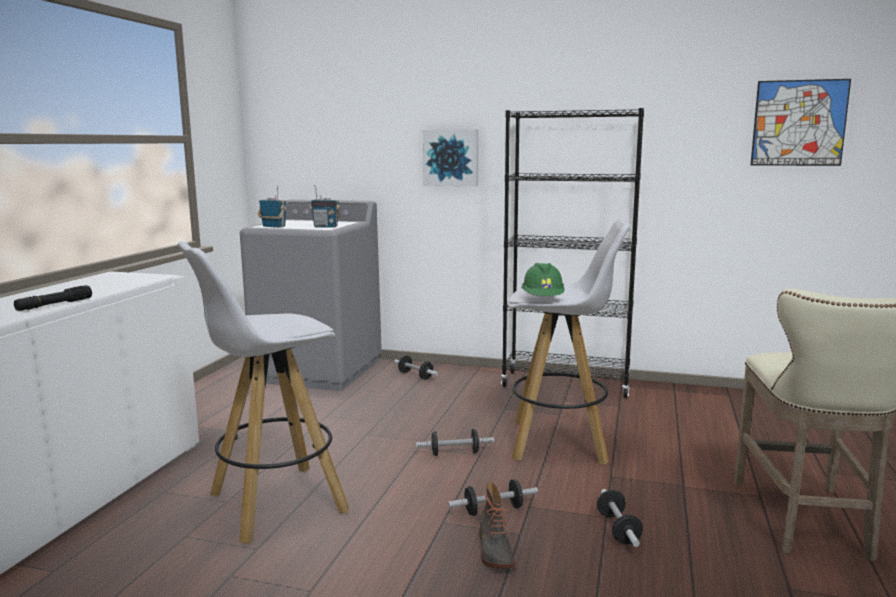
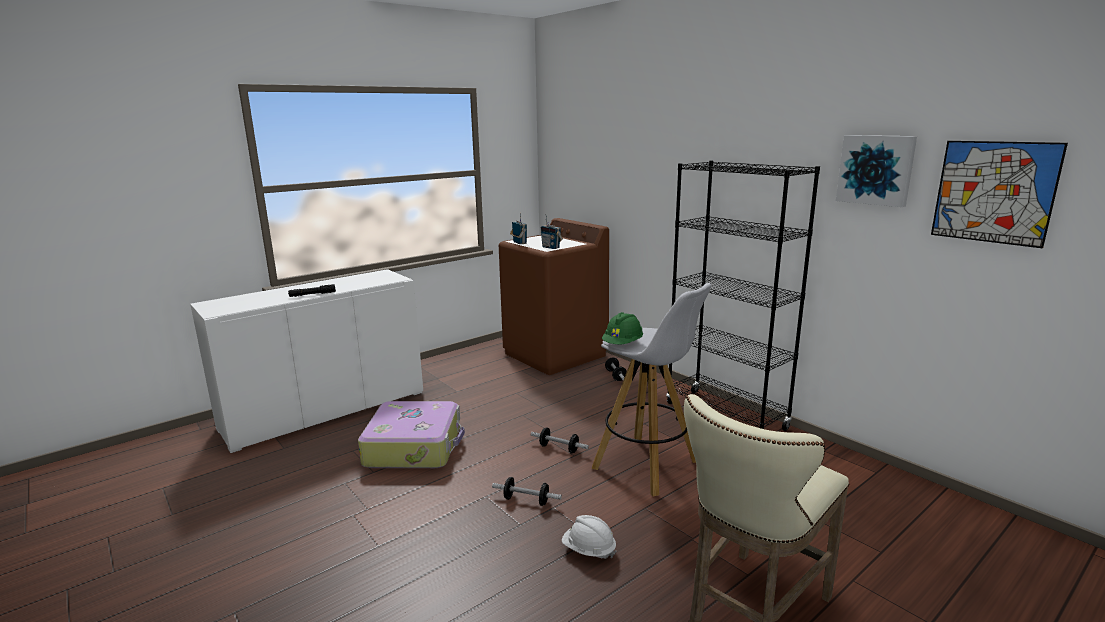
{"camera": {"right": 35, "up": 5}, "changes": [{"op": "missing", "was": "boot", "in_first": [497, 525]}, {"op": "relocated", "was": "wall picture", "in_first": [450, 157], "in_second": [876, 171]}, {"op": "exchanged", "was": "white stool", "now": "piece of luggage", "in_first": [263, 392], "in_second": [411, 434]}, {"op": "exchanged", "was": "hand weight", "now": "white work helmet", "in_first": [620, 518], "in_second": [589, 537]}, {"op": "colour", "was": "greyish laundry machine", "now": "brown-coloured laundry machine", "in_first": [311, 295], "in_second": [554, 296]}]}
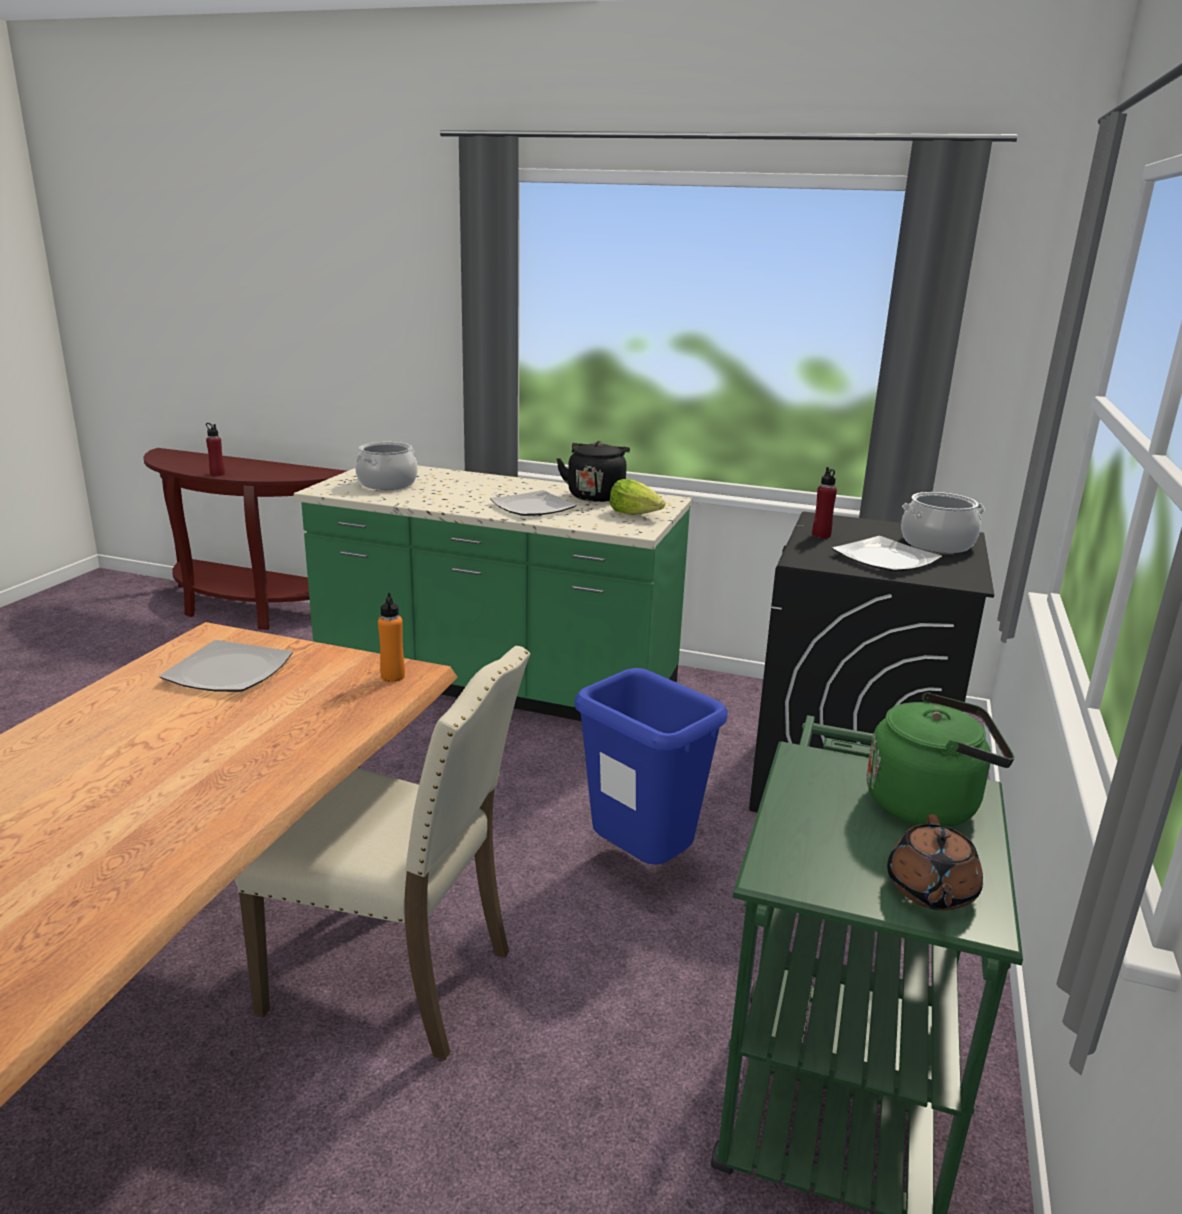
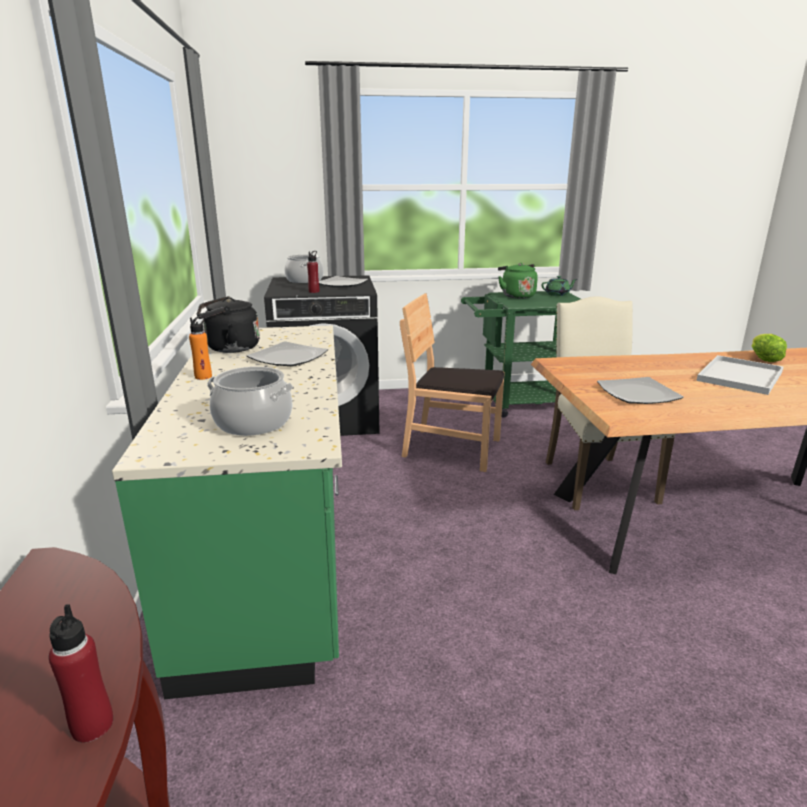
{"camera": {"right": -115, "up": 0}, "changes": [{"op": "appeared", "now": "white tray", "in_second": [740, 375]}, {"op": "relocated", "was": "orange-coloured beverage bottle", "in_first": [391, 637], "in_second": [200, 348]}, {"op": "relocated", "was": "lettuce head", "in_first": [637, 497], "in_second": [769, 348]}, {"op": "exchanged", "was": "blue rubbish bin", "now": "brown-coloured upright chair", "in_first": [651, 766], "in_second": [452, 382]}, {"op": "colour", "was": "brown-coloured teapot", "now": "green-coloured teapot", "in_first": [935, 862], "in_second": [559, 286]}]}
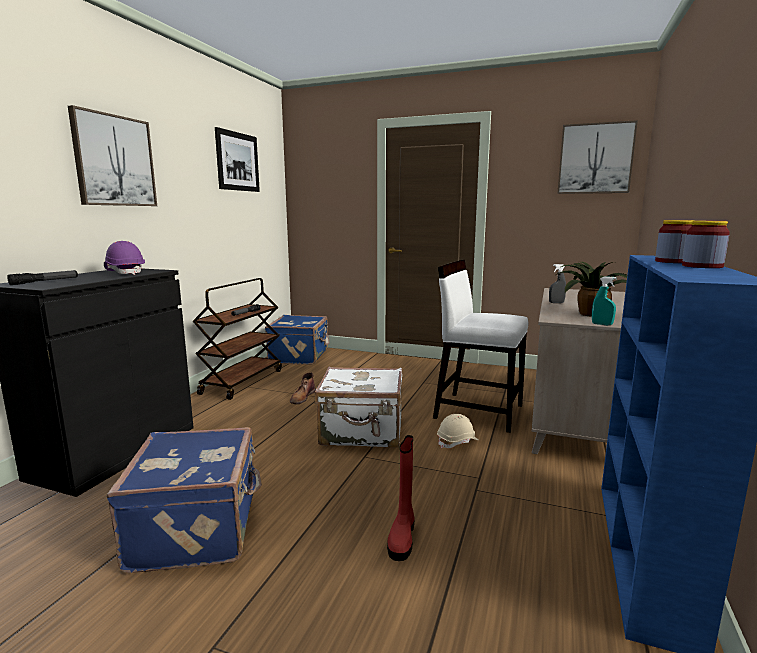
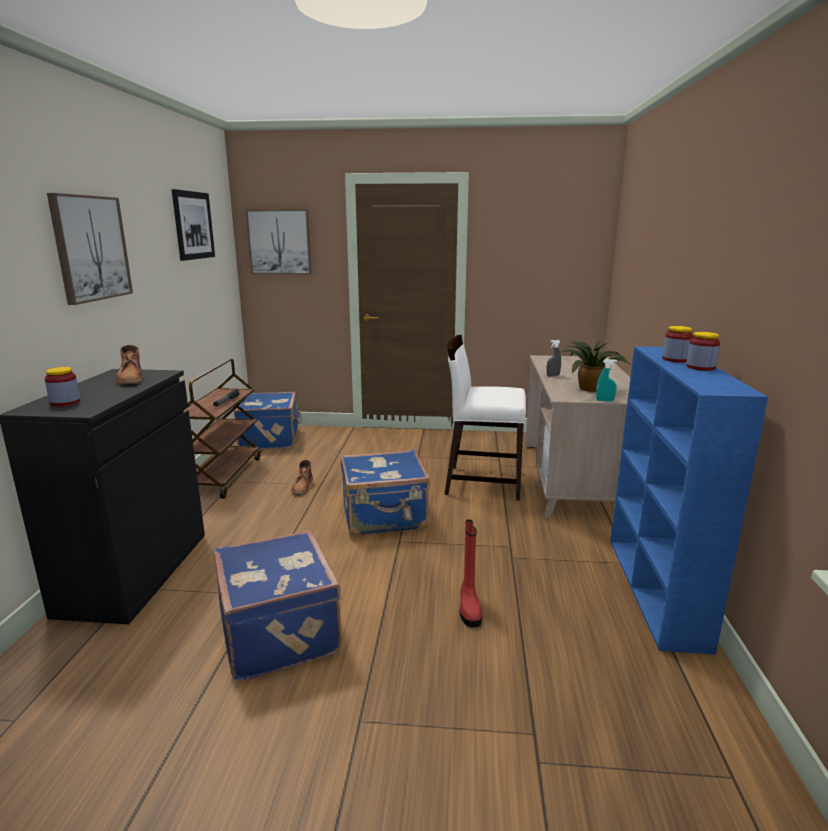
{"camera": {"right": -15, "up": 5}, "changes": [{"op": "missing", "was": "beige-coloured work helmet", "in_first": [457, 431]}, {"op": "relocated", "was": "wall picture", "in_first": [597, 157], "in_second": [279, 242]}, {"op": "exchanged", "was": "flashlight", "now": "preserve jar", "in_first": [42, 277], "in_second": [63, 387]}, {"op": "exchanged", "was": "purple work helmet", "now": "brown-coloured boot", "in_first": [124, 258], "in_second": [129, 365]}, {"op": "colour", "was": "white piece of luggage", "now": "blue piece of luggage", "in_first": [358, 407], "in_second": [385, 492]}]}
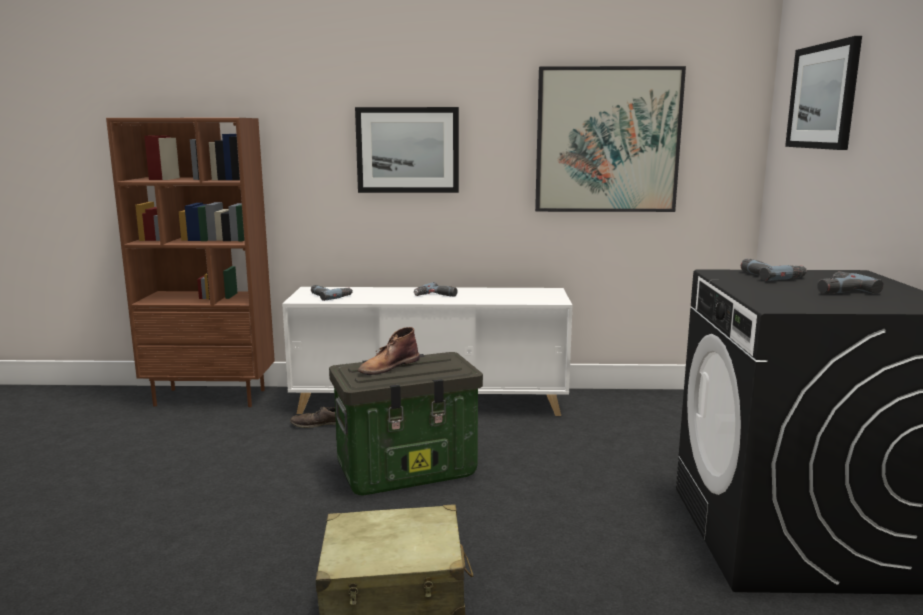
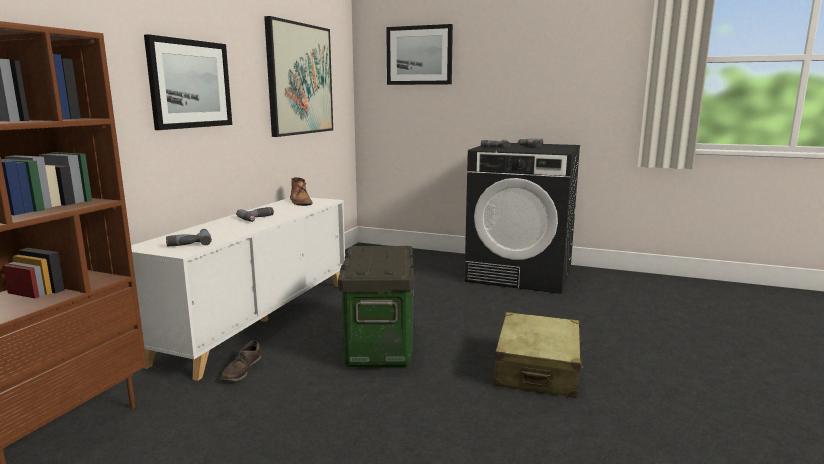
{"camera": {"right": -70, "up": 0}, "changes": [{"op": "relocated", "was": "brown-coloured boot", "in_first": [389, 351], "in_second": [301, 191]}]}
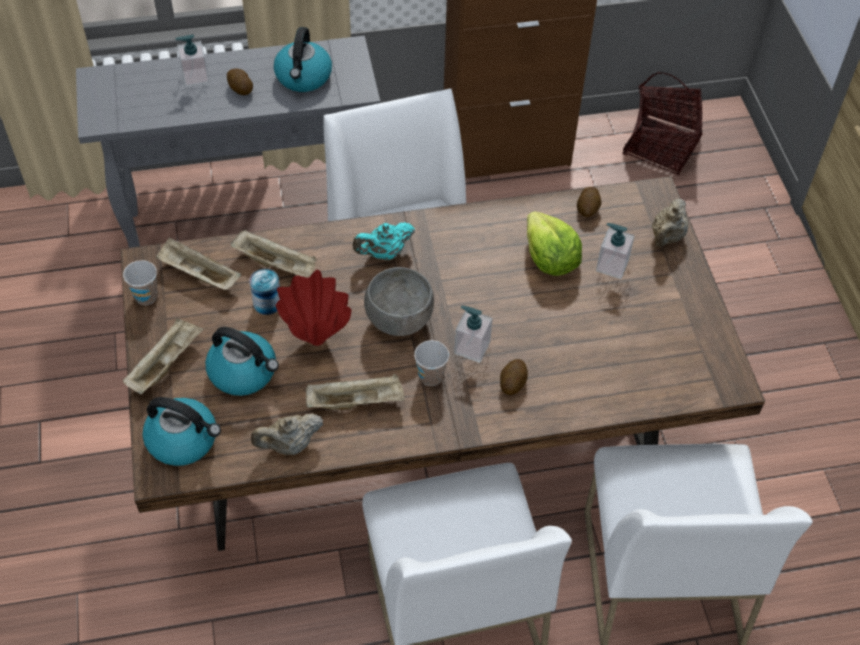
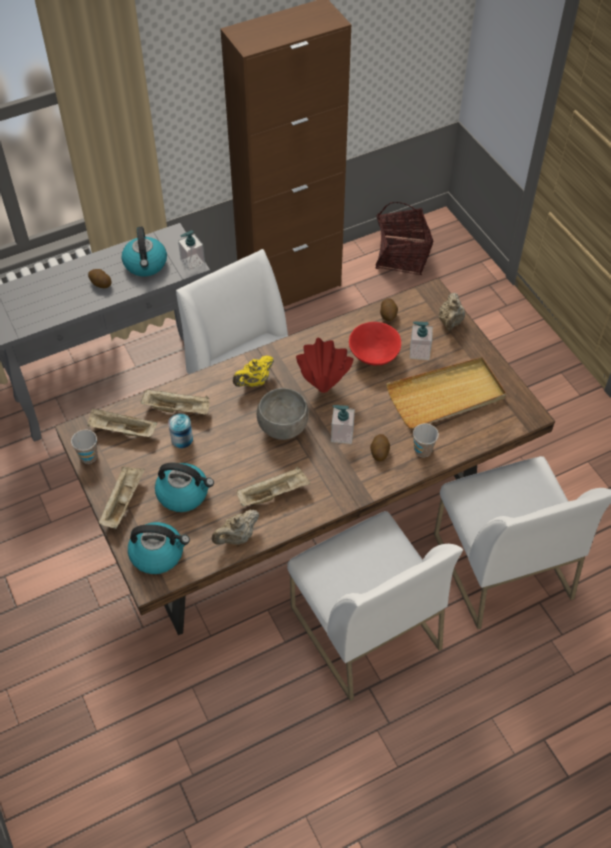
{"camera": {"right": -15, "up": 0}, "changes": [{"op": "appeared", "now": "beige-coloured tray", "in_second": [446, 393]}, {"op": "relocated", "was": "soap dispenser", "in_first": [192, 60], "in_second": [191, 250]}, {"op": "relocated", "was": "reddish decorative vase", "in_first": [314, 308], "in_second": [325, 365]}, {"op": "relocated", "was": "small cup", "in_first": [431, 363], "in_second": [426, 440]}, {"op": "exchanged", "was": "lettuce head", "now": "reddish deep dish", "in_first": [554, 243], "in_second": [375, 343]}, {"op": "colour", "was": "turquoise-coloured teapot", "now": "yellow teapot", "in_first": [384, 241], "in_second": [253, 371]}]}
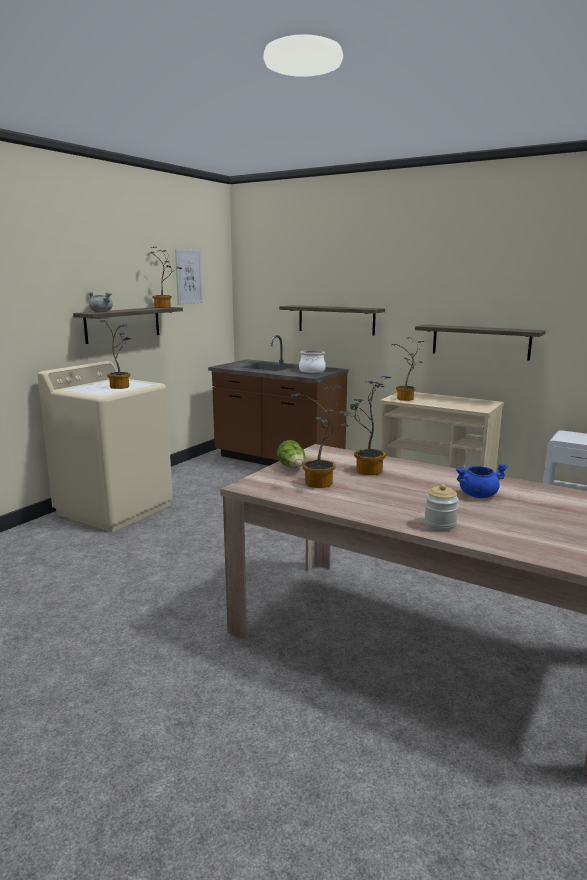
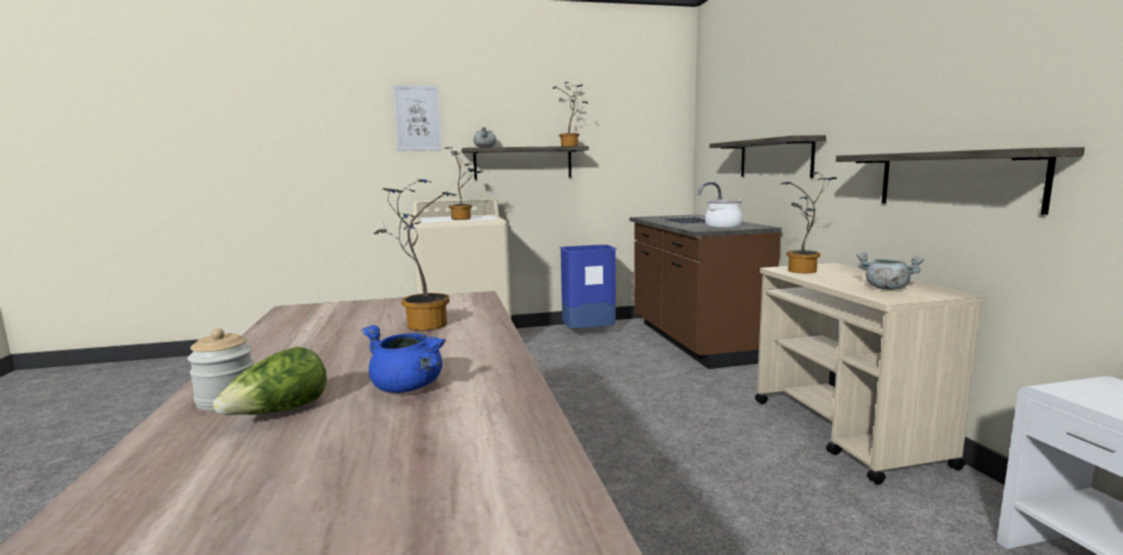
{"camera": {"right": 45, "up": -5}, "changes": [{"op": "missing", "was": "plant in a pot", "in_first": [319, 434]}, {"op": "appeared", "now": "blue rubbish bin", "in_second": [588, 286]}, {"op": "appeared", "now": "greyish stockpot", "in_second": [890, 271]}, {"op": "relocated", "was": "wall picture", "in_first": [189, 276], "in_second": [417, 118]}, {"op": "relocated", "was": "lettuce head", "in_first": [291, 454], "in_second": [270, 380]}]}
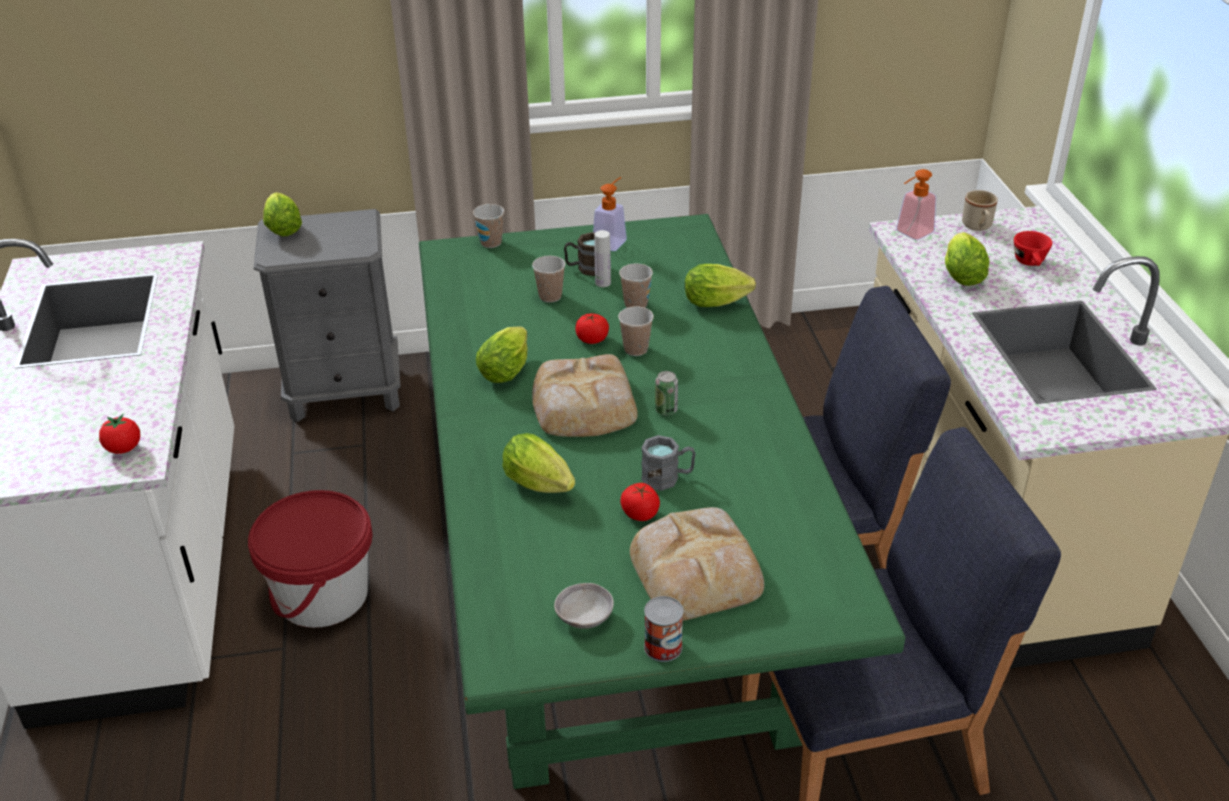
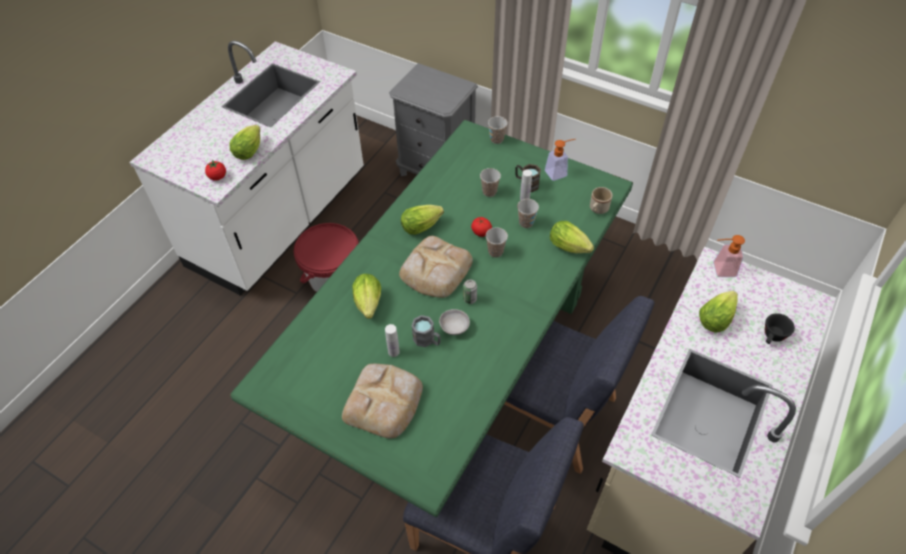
{"camera": {"right": 40, "up": 15}, "changes": [{"op": "missing", "was": "can", "in_first": [663, 629]}, {"op": "relocated", "was": "lettuce head", "in_first": [282, 214], "in_second": [245, 142]}, {"op": "relocated", "was": "greyish deep dish", "in_first": [584, 606], "in_second": [454, 322]}, {"op": "relocated", "was": "beige-coloured tea mug", "in_first": [980, 210], "in_second": [601, 200]}, {"op": "exchanged", "was": "whole tomato", "now": "white beverage bottle", "in_first": [640, 502], "in_second": [392, 340]}, {"op": "colour", "was": "reddish small cup", "now": "blackish small cup", "in_first": [1033, 248], "in_second": [780, 328]}]}
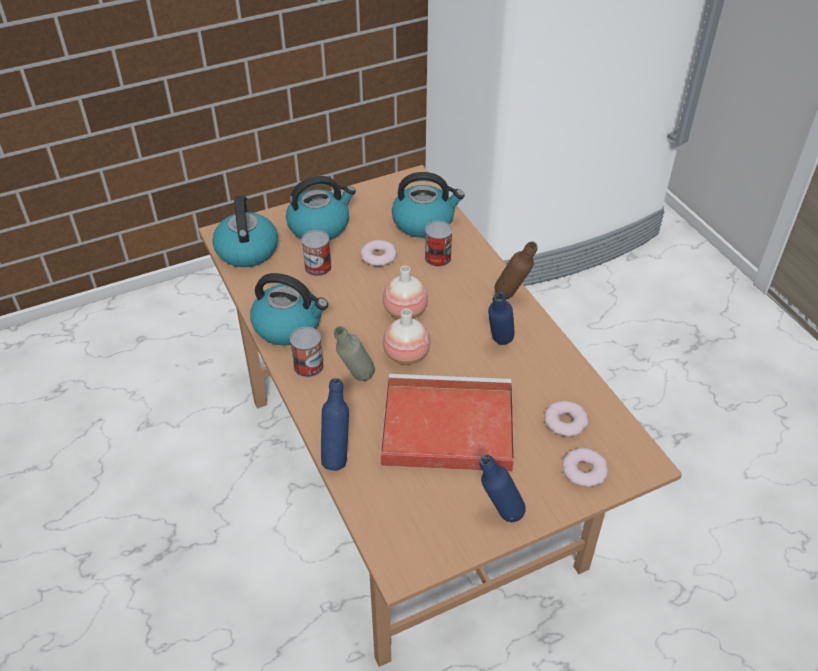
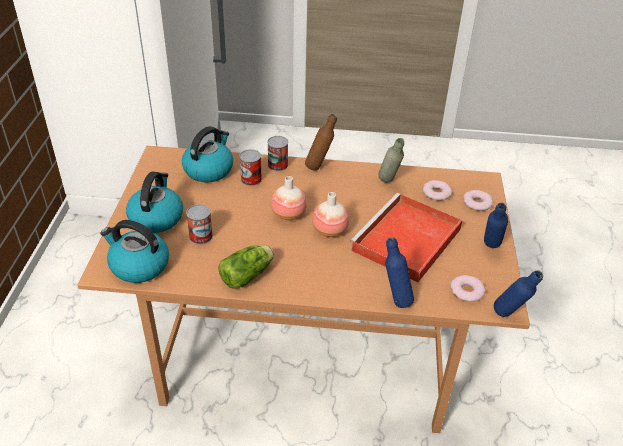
{"camera": {"right": -60, "up": -5}, "changes": [{"op": "relocated", "was": "can", "in_first": [307, 352], "in_second": [277, 153]}, {"op": "relocated", "was": "greyish beverage bottle", "in_first": [354, 353], "in_second": [391, 160]}, {"op": "relocated", "was": "donut", "in_first": [378, 253], "in_second": [468, 288]}, {"op": "relocated", "was": "blue beverage bottle", "in_first": [501, 318], "in_second": [518, 294]}, {"op": "exchanged", "was": "tea kettle", "now": "lettuce head", "in_first": [289, 309], "in_second": [246, 267]}]}
